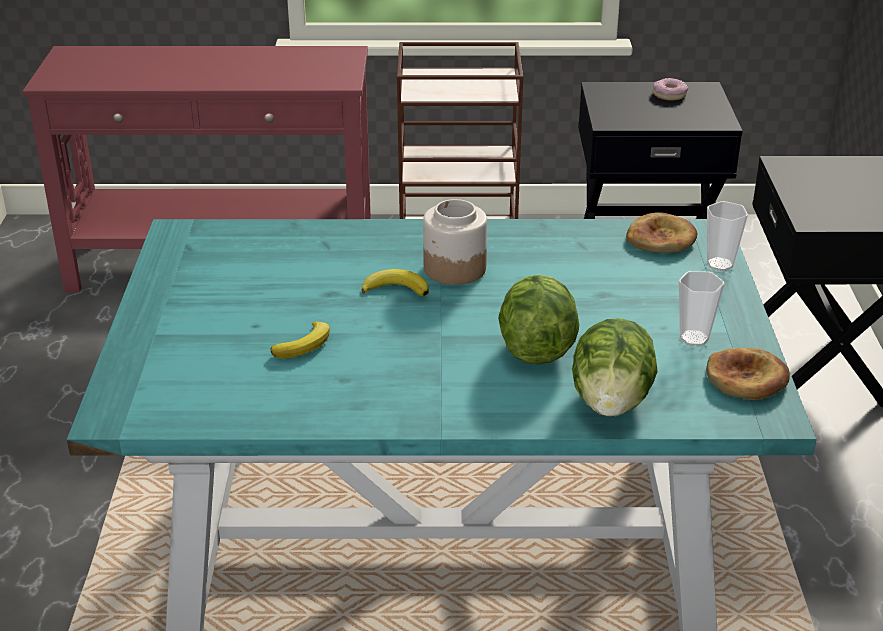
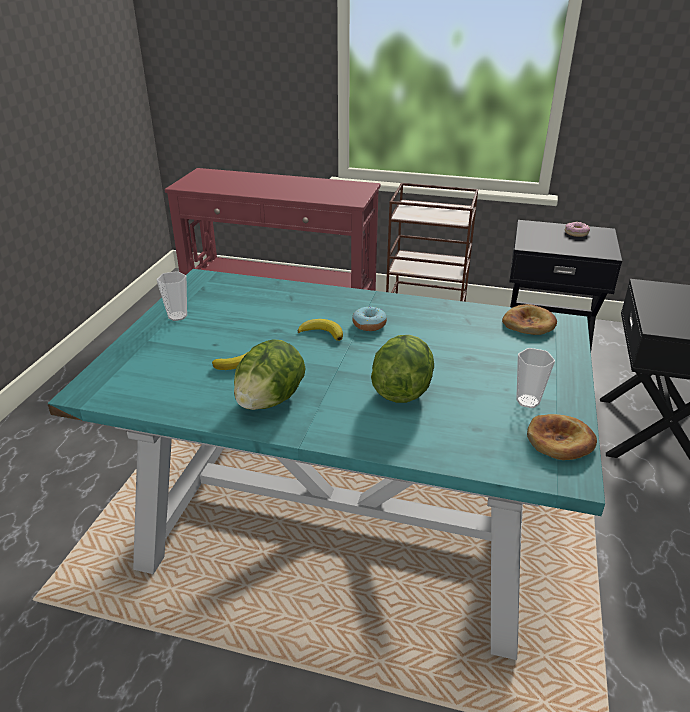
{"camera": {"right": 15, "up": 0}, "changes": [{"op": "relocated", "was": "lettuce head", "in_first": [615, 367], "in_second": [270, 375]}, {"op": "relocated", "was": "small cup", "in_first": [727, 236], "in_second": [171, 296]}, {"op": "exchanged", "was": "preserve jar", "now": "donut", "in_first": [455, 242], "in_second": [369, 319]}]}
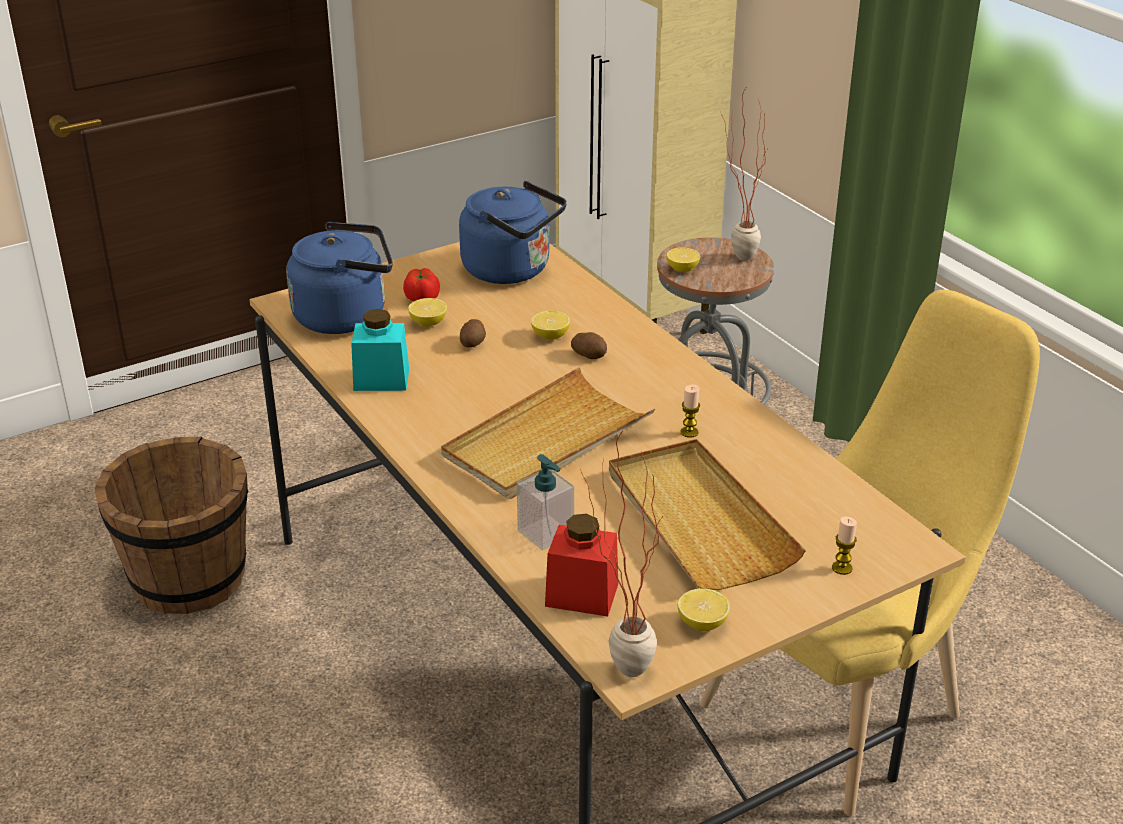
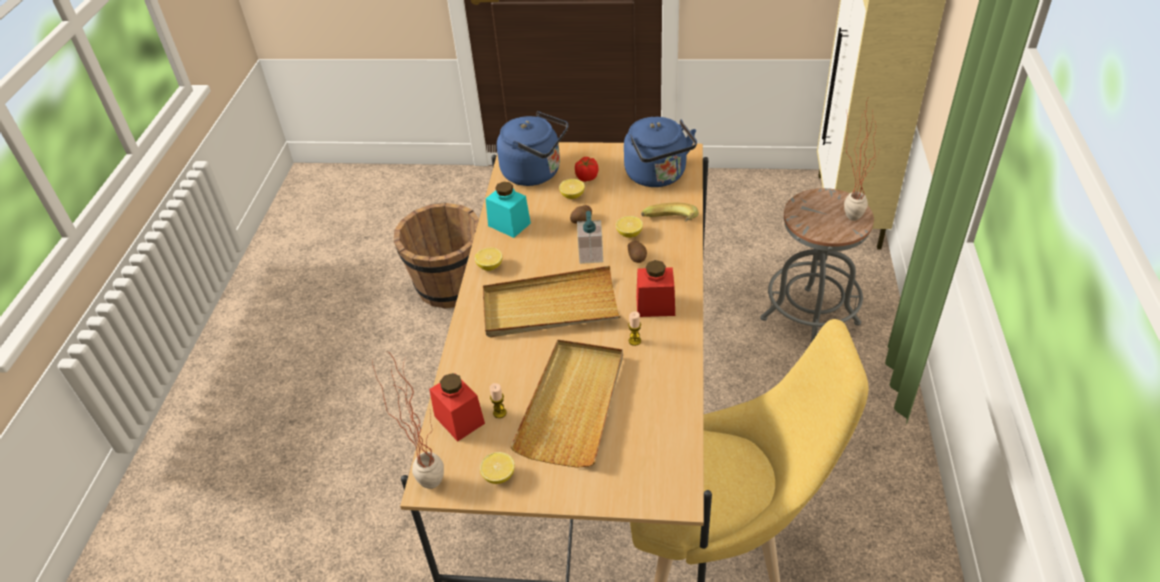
{"camera": {"right": 40, "up": 10}, "changes": [{"op": "appeared", "now": "reddish preserve jar", "in_second": [655, 288]}, {"op": "appeared", "now": "banana", "in_second": [670, 212]}, {"op": "relocated", "was": "soap dispenser", "in_first": [545, 502], "in_second": [590, 237]}, {"op": "relocated", "was": "lemon", "in_first": [683, 259], "in_second": [489, 259]}, {"op": "relocated", "was": "wax candle", "in_first": [844, 545], "in_second": [498, 400]}]}
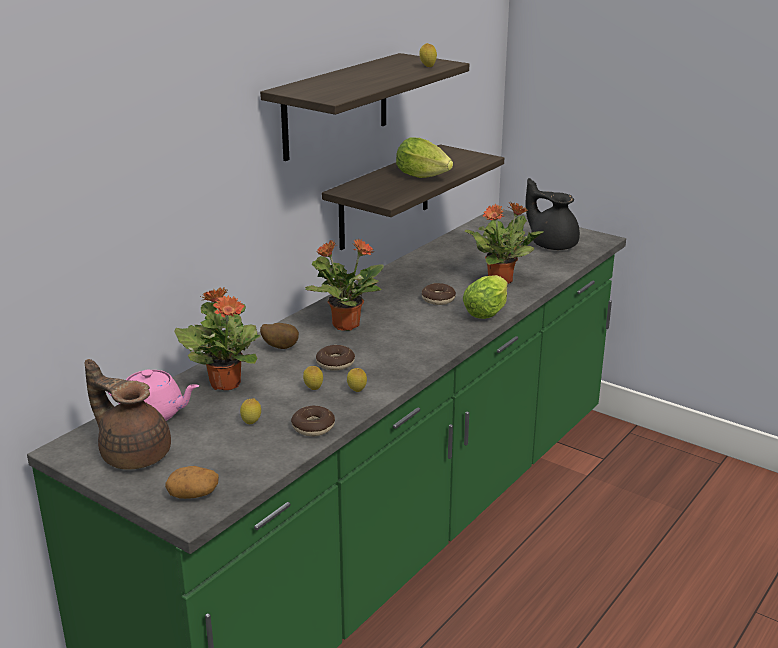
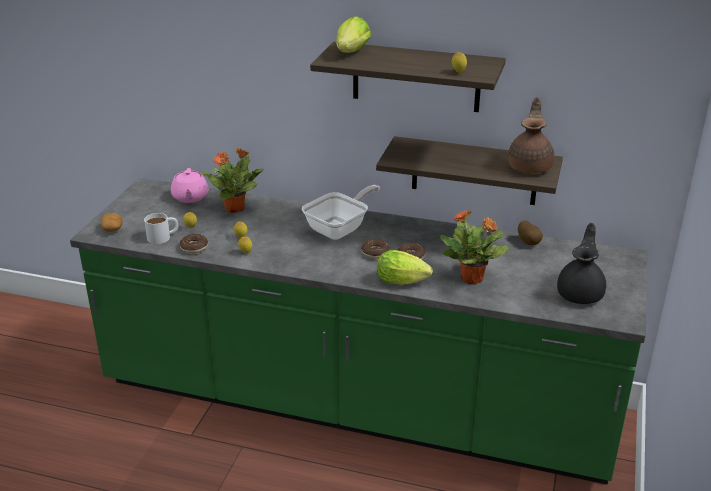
{"camera": {"right": 70, "up": 5}, "changes": [{"op": "appeared", "now": "white tea mug", "in_second": [161, 228]}, {"op": "relocated", "was": "brown-coloured teapot", "in_first": [128, 414], "in_second": [531, 135]}, {"op": "relocated", "was": "spud", "in_first": [279, 336], "in_second": [530, 232]}, {"op": "relocated", "was": "donut", "in_first": [335, 358], "in_second": [375, 249]}, {"op": "relocated", "was": "lettuce head", "in_first": [424, 158], "in_second": [353, 34]}, {"op": "exchanged", "was": "plant in a pot", "now": "skillet", "in_first": [344, 285], "in_second": [341, 212]}]}
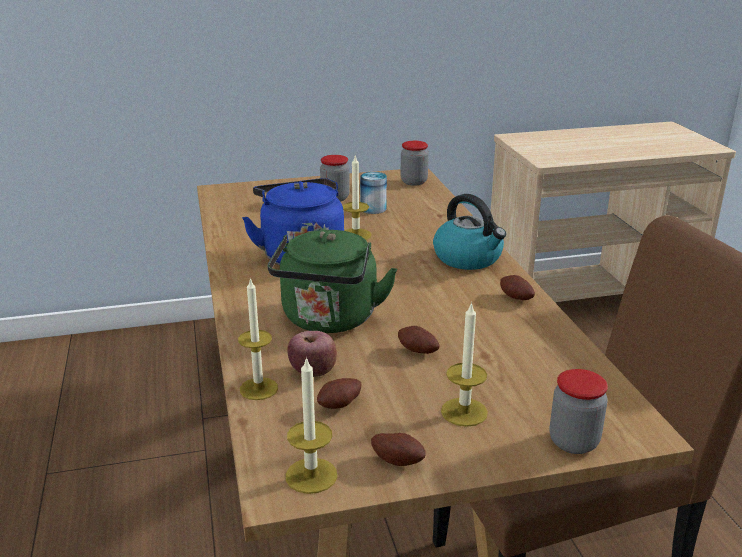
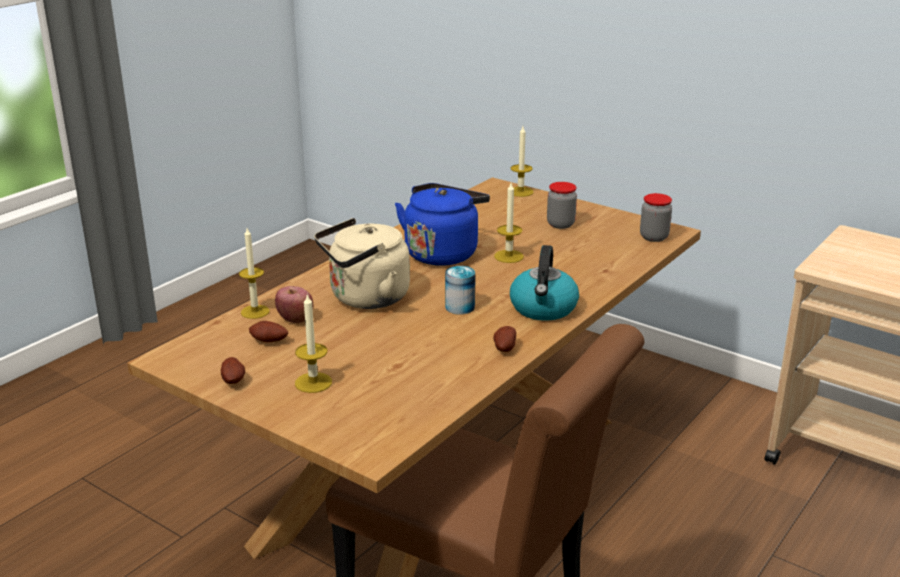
{"camera": {"right": 50, "up": 0}, "changes": [{"op": "missing", "was": "spud", "in_first": [418, 340]}, {"op": "missing", "was": "preserve jar", "in_first": [579, 411]}, {"op": "relocated", "was": "wax candle", "in_first": [311, 425], "in_second": [522, 161]}, {"op": "relocated", "was": "can", "in_first": [373, 193], "in_second": [460, 290]}, {"op": "colour", "was": "green-coloured tea kettle", "now": "beige-coloured tea kettle", "in_first": [333, 281], "in_second": [362, 263]}]}
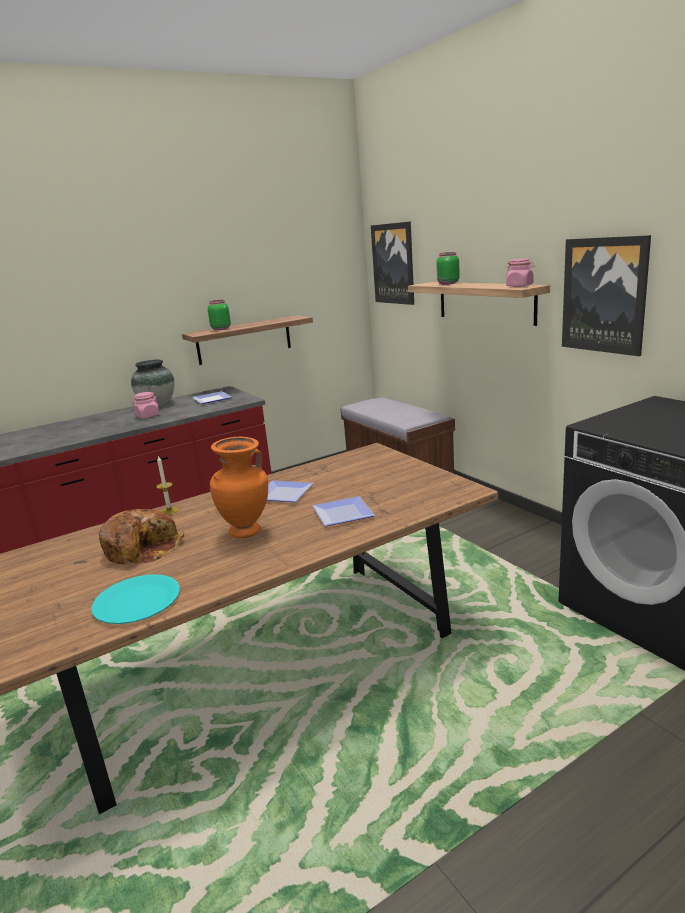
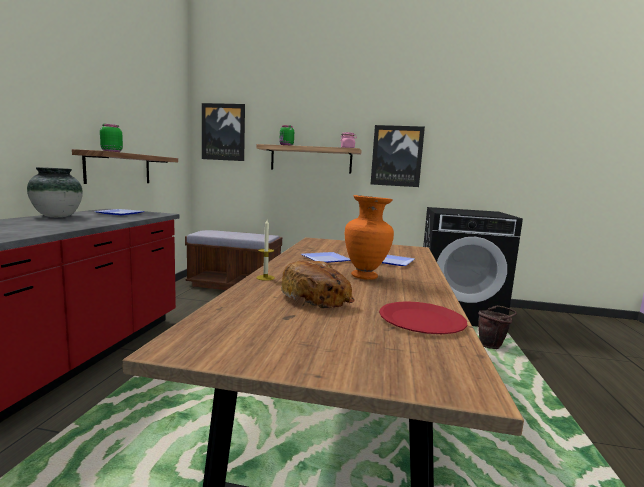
{"camera": {"right": -50, "up": -10}, "changes": [{"op": "missing", "was": "pink preserve jar", "in_first": [145, 405]}, {"op": "appeared", "now": "brown-coloured water bucket", "in_second": [497, 327]}, {"op": "colour", "was": "turquoise-coloured plate", "now": "reddish plate", "in_first": [135, 599], "in_second": [423, 317]}]}
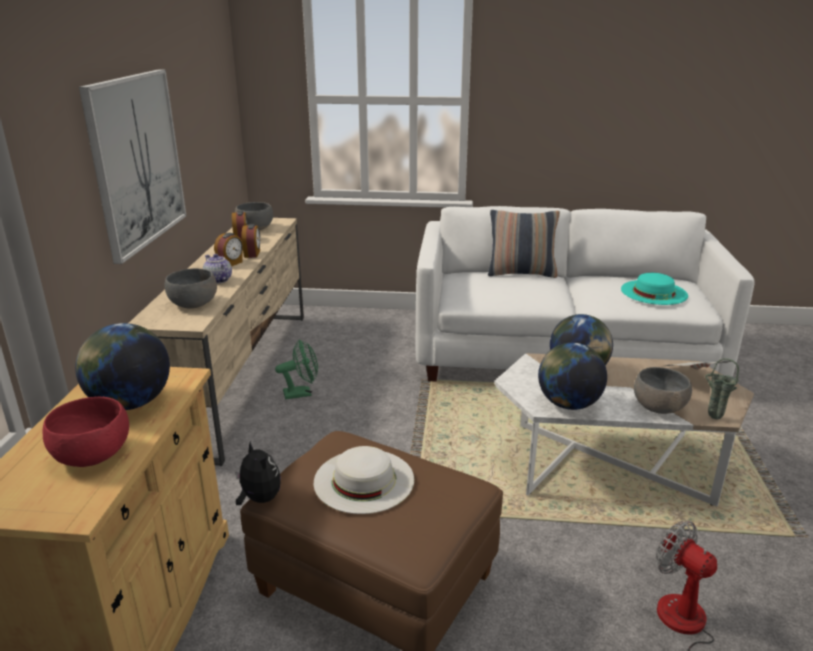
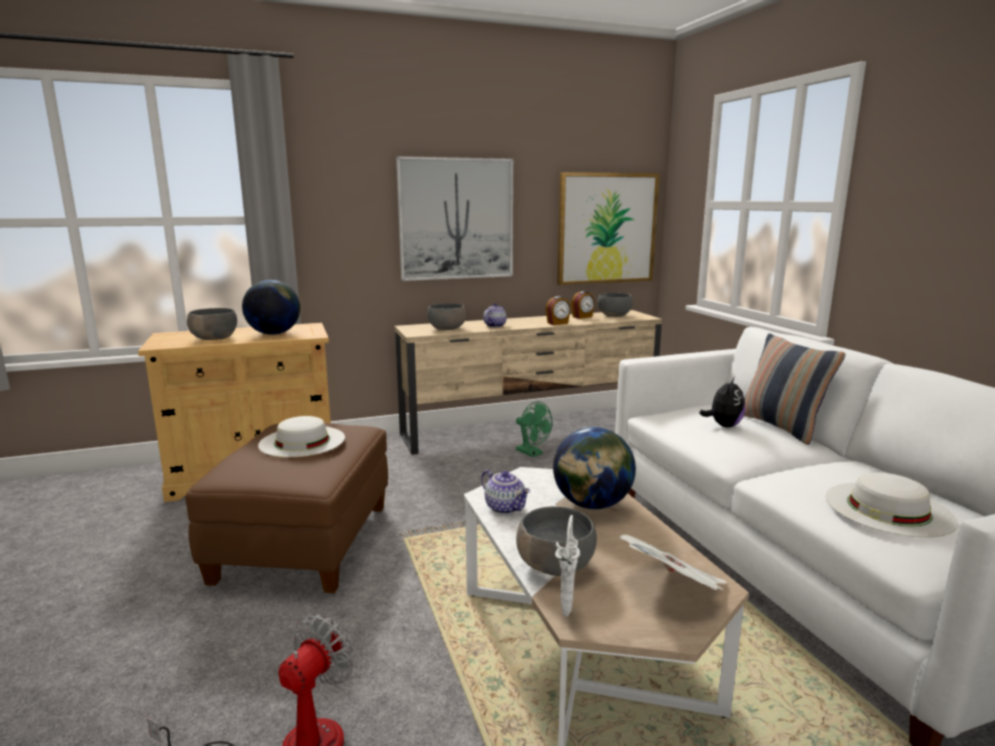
{"camera": {"right": 65, "up": -10}, "changes": [{"op": "missing", "was": "alarm clock", "in_first": [228, 250]}, {"op": "appeared", "now": "wall picture", "in_second": [608, 228]}, {"op": "relocated", "was": "plush toy", "in_first": [258, 473], "in_second": [722, 402]}, {"op": "exchanged", "was": "globe", "now": "teapot", "in_first": [572, 376], "in_second": [506, 492]}, {"op": "colour", "was": "reddish deep dish", "now": "greyish deep dish", "in_first": [86, 432], "in_second": [212, 324]}, {"op": "colour", "was": "turquoise-coloured hat", "now": "white hat", "in_first": [654, 289], "in_second": [891, 505]}, {"op": "colour", "was": "green-coloured decorative vase", "now": "white decorative vase", "in_first": [722, 388], "in_second": [567, 566]}]}
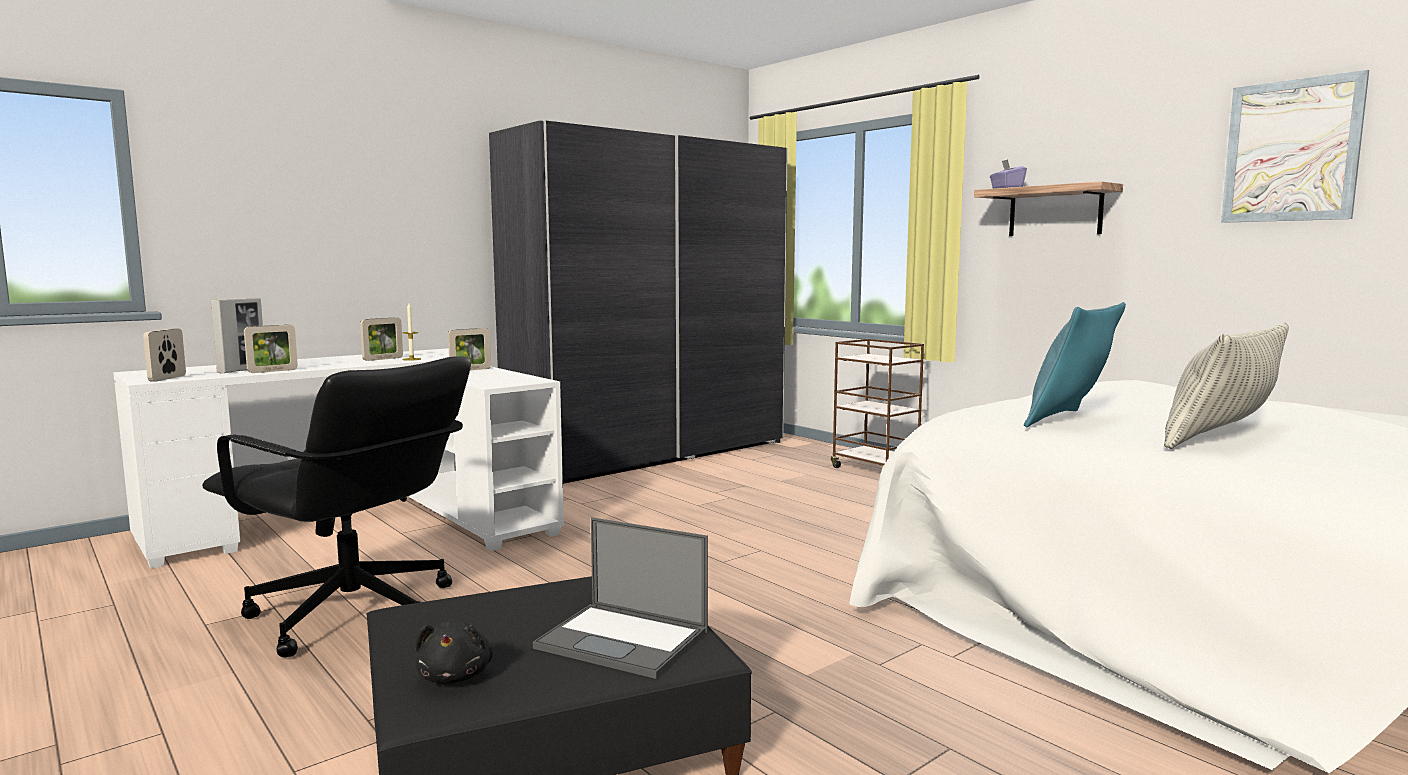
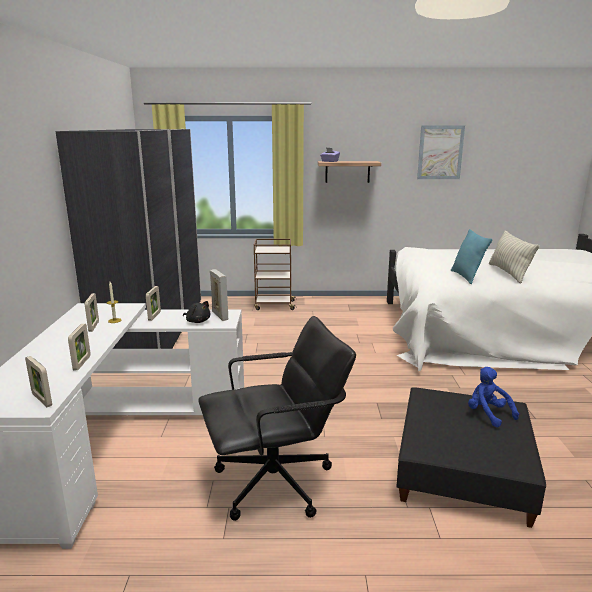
{"camera": {"right": -50, "up": 10}, "changes": [{"op": "relocated", "was": "picture frame", "in_first": [237, 335], "in_second": [219, 295]}, {"op": "relocated", "was": "blackish plush toy", "in_first": [454, 652], "in_second": [196, 312]}, {"op": "exchanged", "was": "laptop", "now": "blue plush toy", "in_first": [620, 598], "in_second": [493, 397]}]}
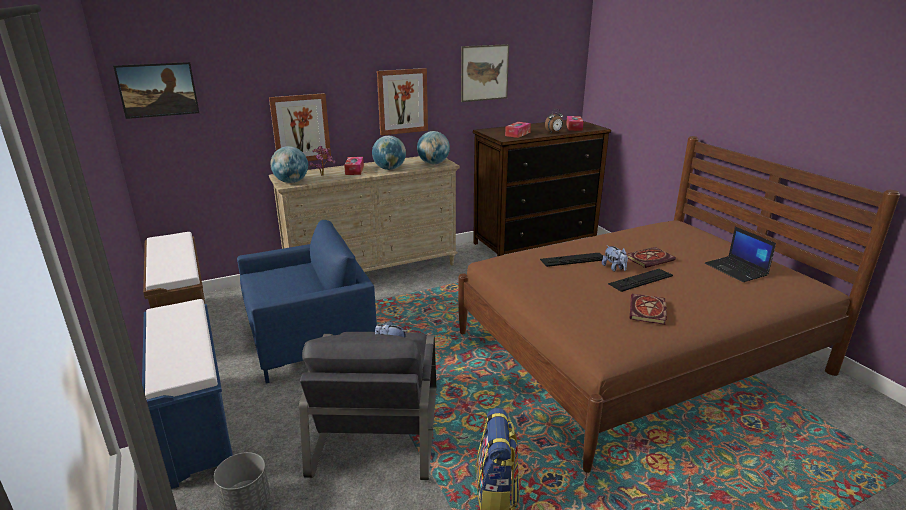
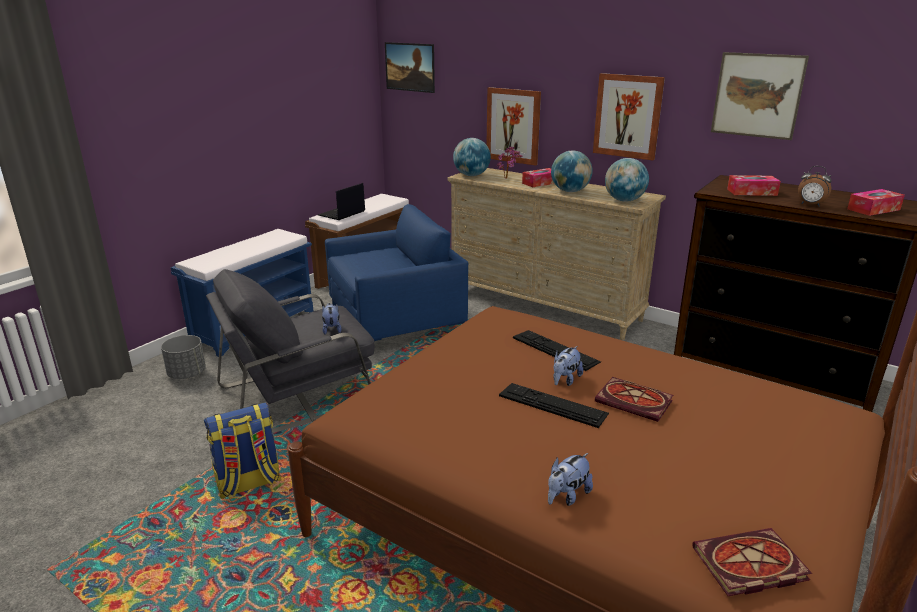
{"camera": {"right": 60, "up": 0}, "changes": [{"op": "appeared", "now": "plush toy", "in_second": [570, 479]}, {"op": "relocated", "was": "bound book", "in_first": [648, 309], "in_second": [752, 562]}, {"op": "relocated", "was": "laptop", "in_first": [740, 254], "in_second": [341, 201]}, {"op": "spun", "was": "blue lounge chair", "in_first": [307, 302], "in_second": [396, 272], "clockwise": -60}]}
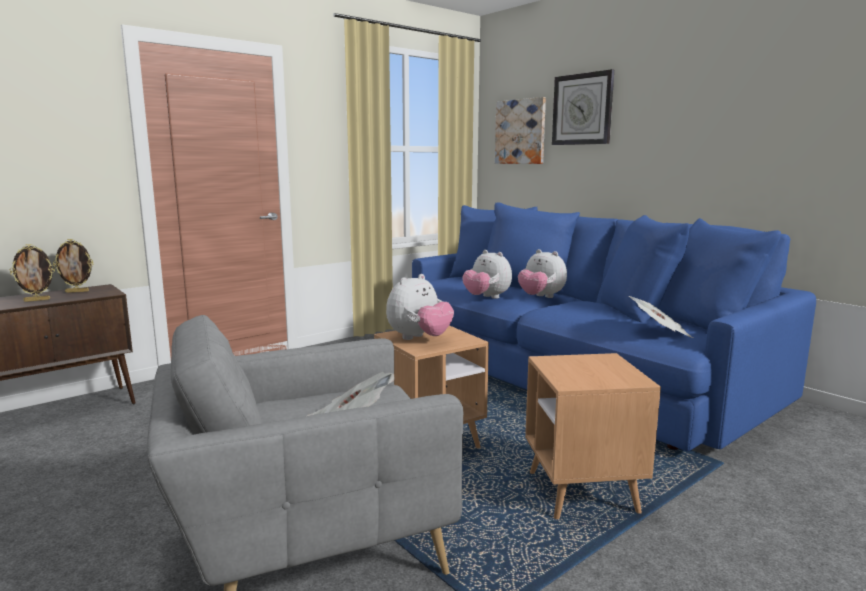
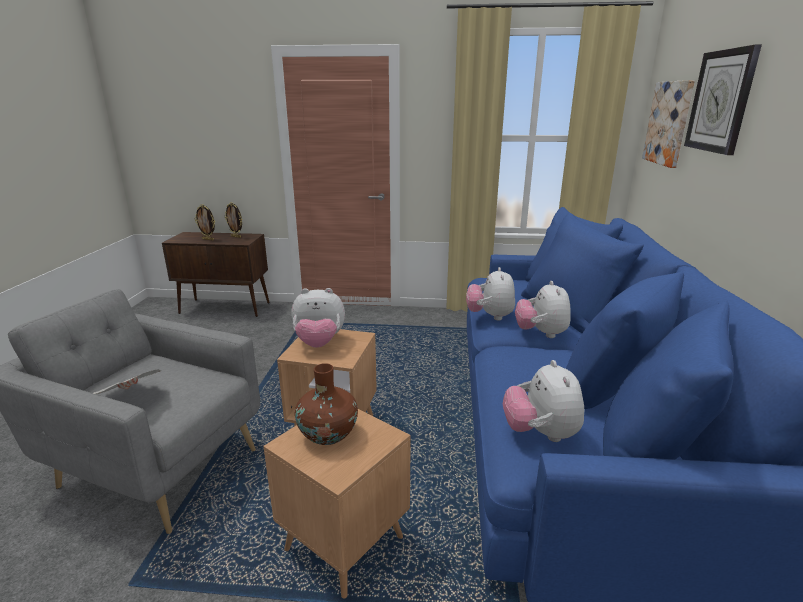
{"camera": {"right": 45, "up": 10}, "changes": [{"op": "appeared", "now": "brown-coloured decorative vase", "in_second": [326, 404]}, {"op": "exchanged", "was": "printed paper", "now": "plush toy", "in_first": [661, 317], "in_second": [543, 401]}]}
